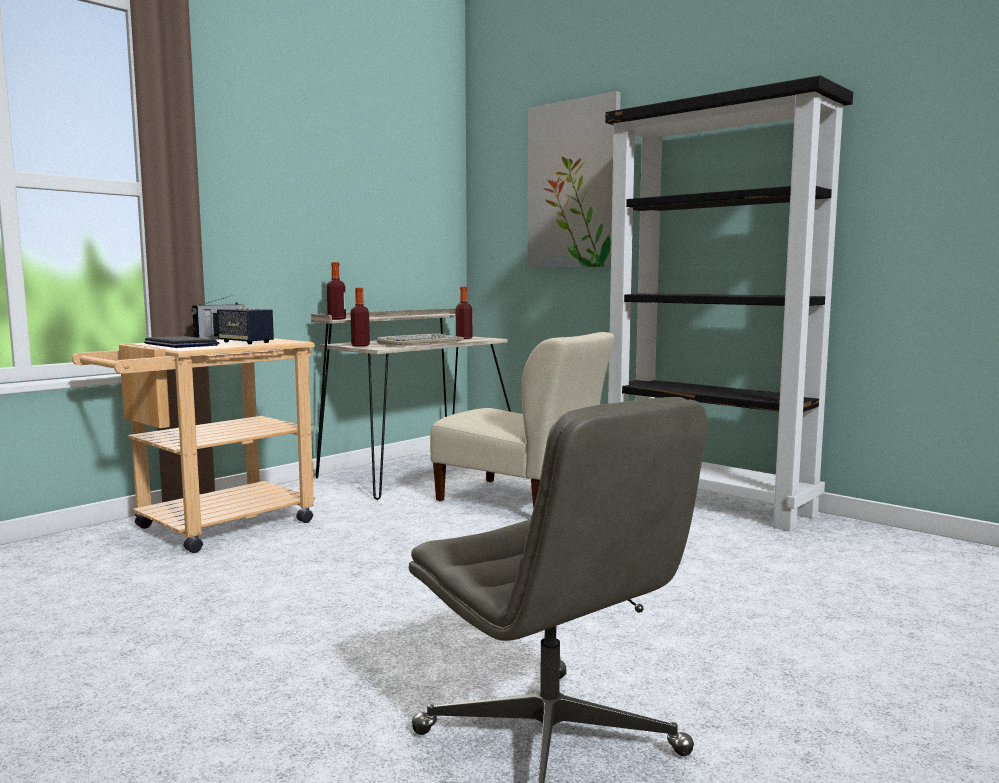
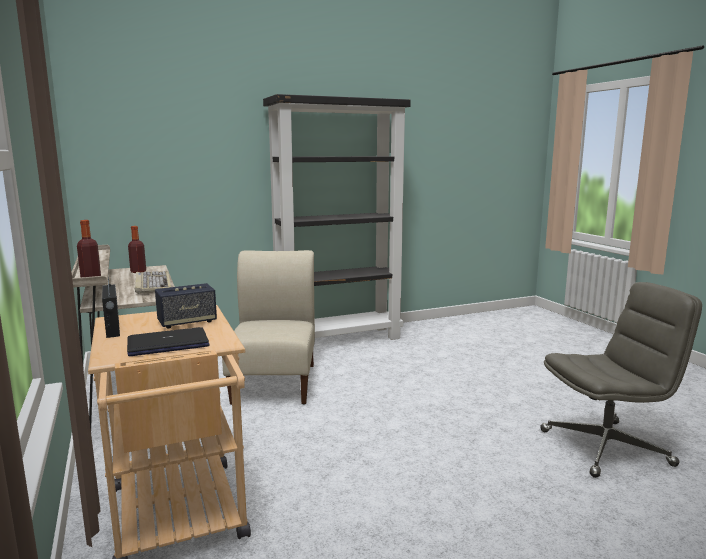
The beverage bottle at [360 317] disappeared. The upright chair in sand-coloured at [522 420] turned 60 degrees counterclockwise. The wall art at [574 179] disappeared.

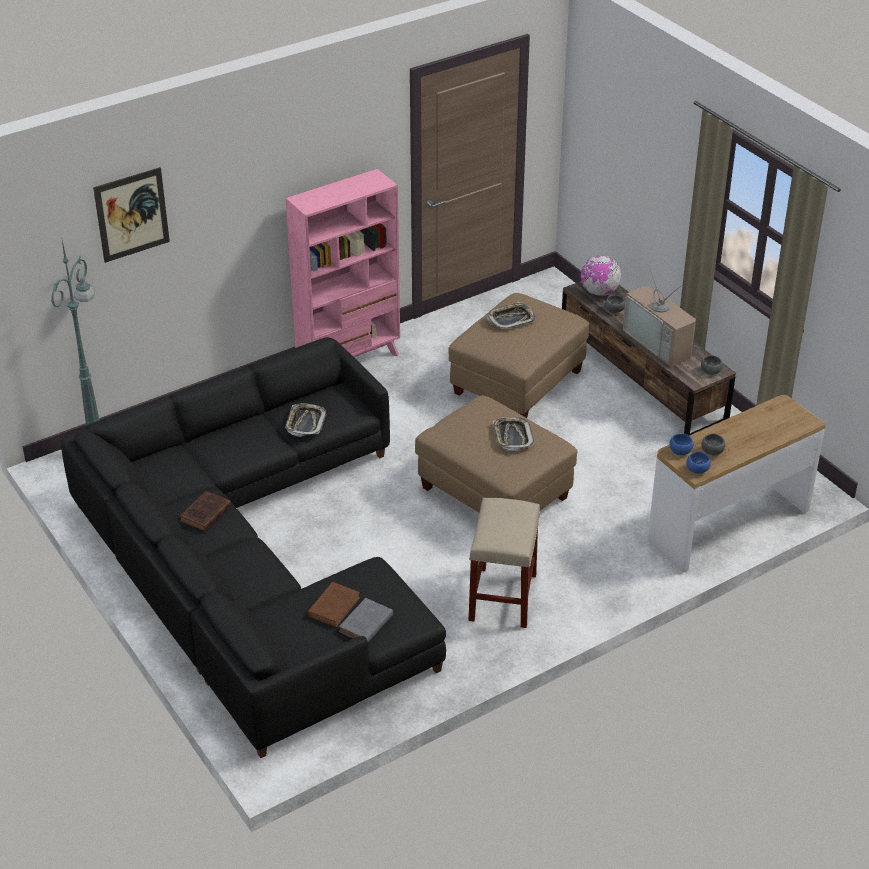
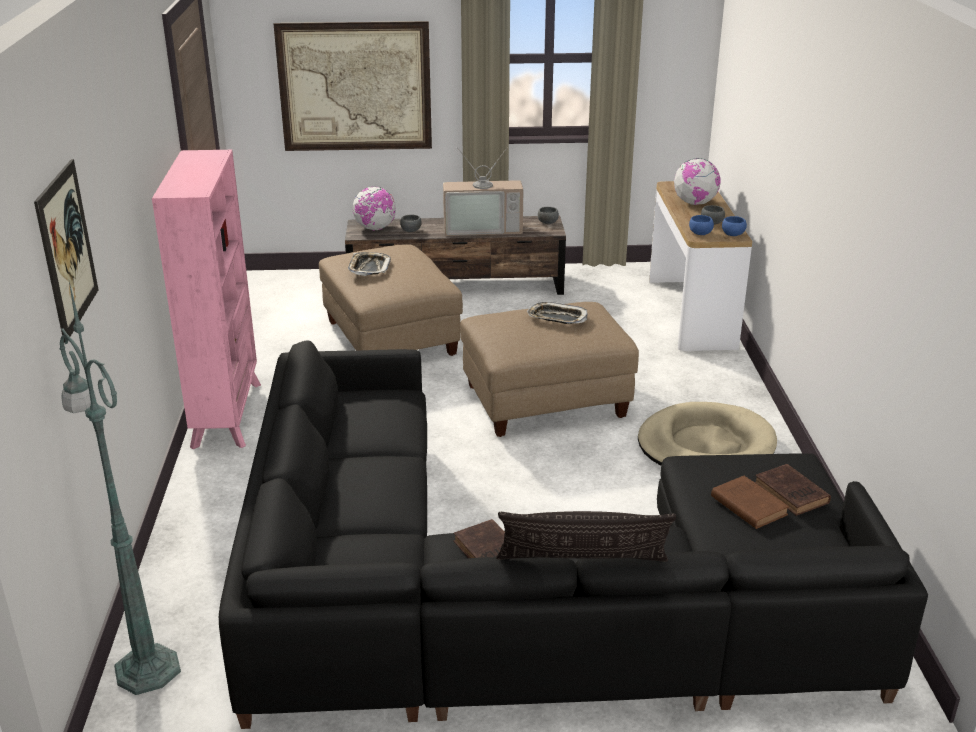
The serving tray at [305 420] disappeared. The bound book in gray at [366 620] became the bound book in brown-coloured at [793 490]. The stool in sand-coloured at [504 563] was replaced by the dog cushion in sand-coloured at [707 433]. The wall art at [353 86] appeared. The throw pillow at [586 536] appeared. The world globe at [697 181] appeared.

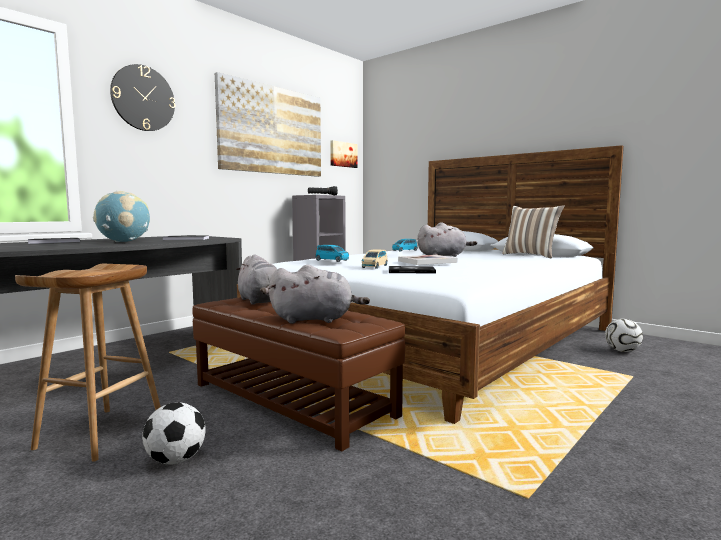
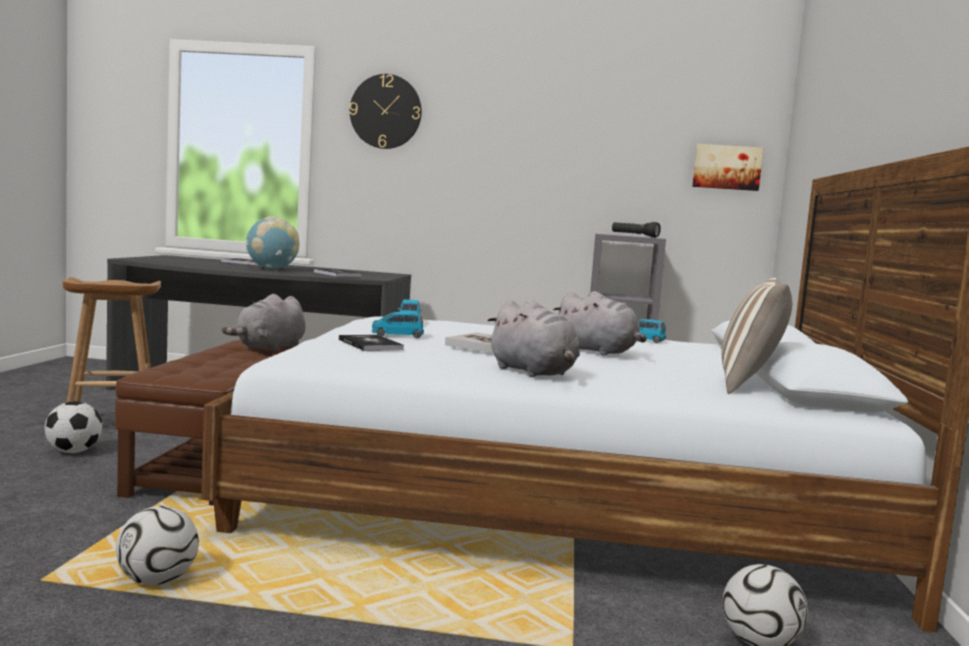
The wall art at [268 124] disappeared. The cuddly toy in gray moved from [319 294] to [533 338]. The miniature car in sand-coloured at [375 259] became the miniature car in bluish at [398 325]. The football ball at [157 545] appeared.

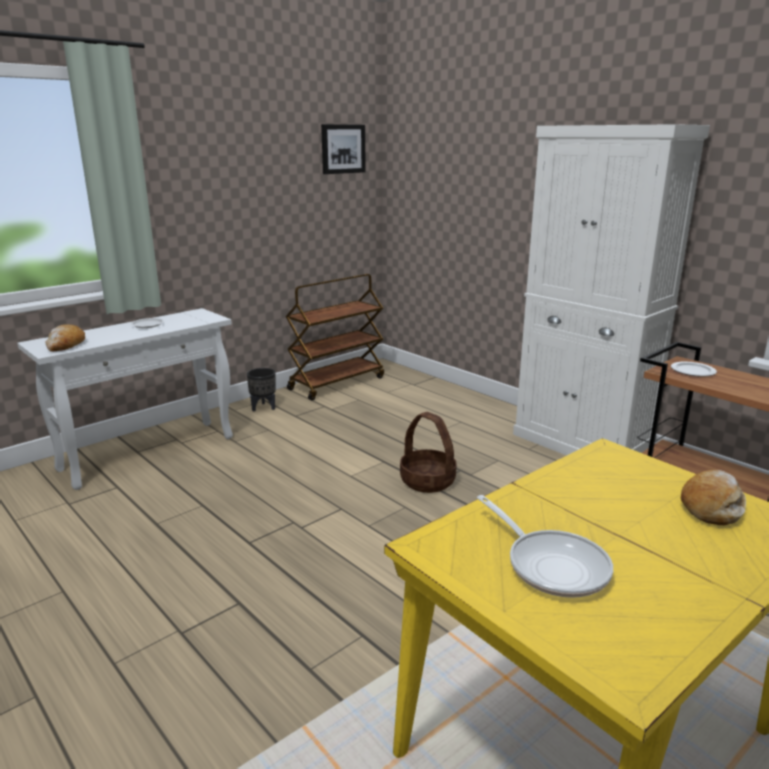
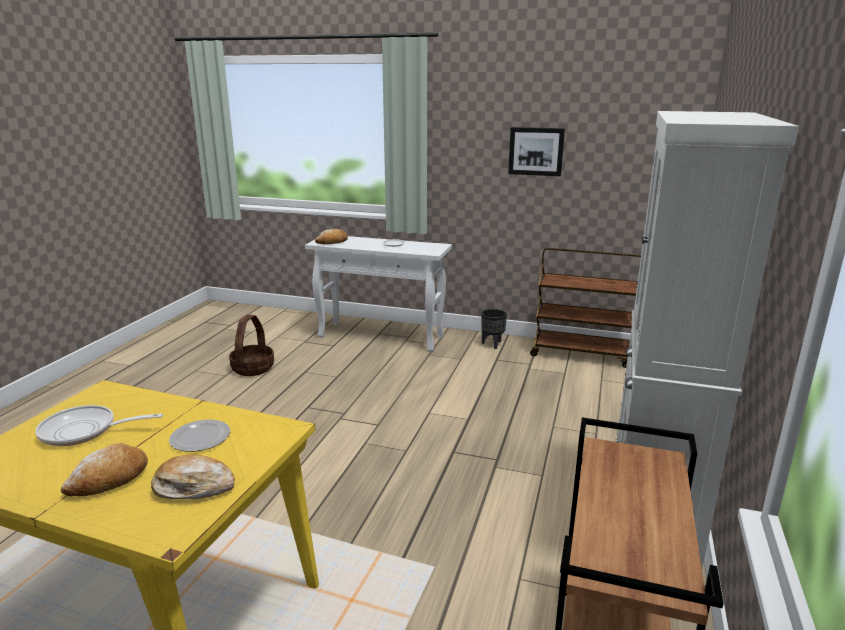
The wall art moved from [343 149] to [536 151]. The household basket moved from [428 452] to [251 345]. The skillet at [545 546] turned 60 degrees clockwise. The flat dish moved from [694 369] to [199 435]. The bread at [104 469] appeared.

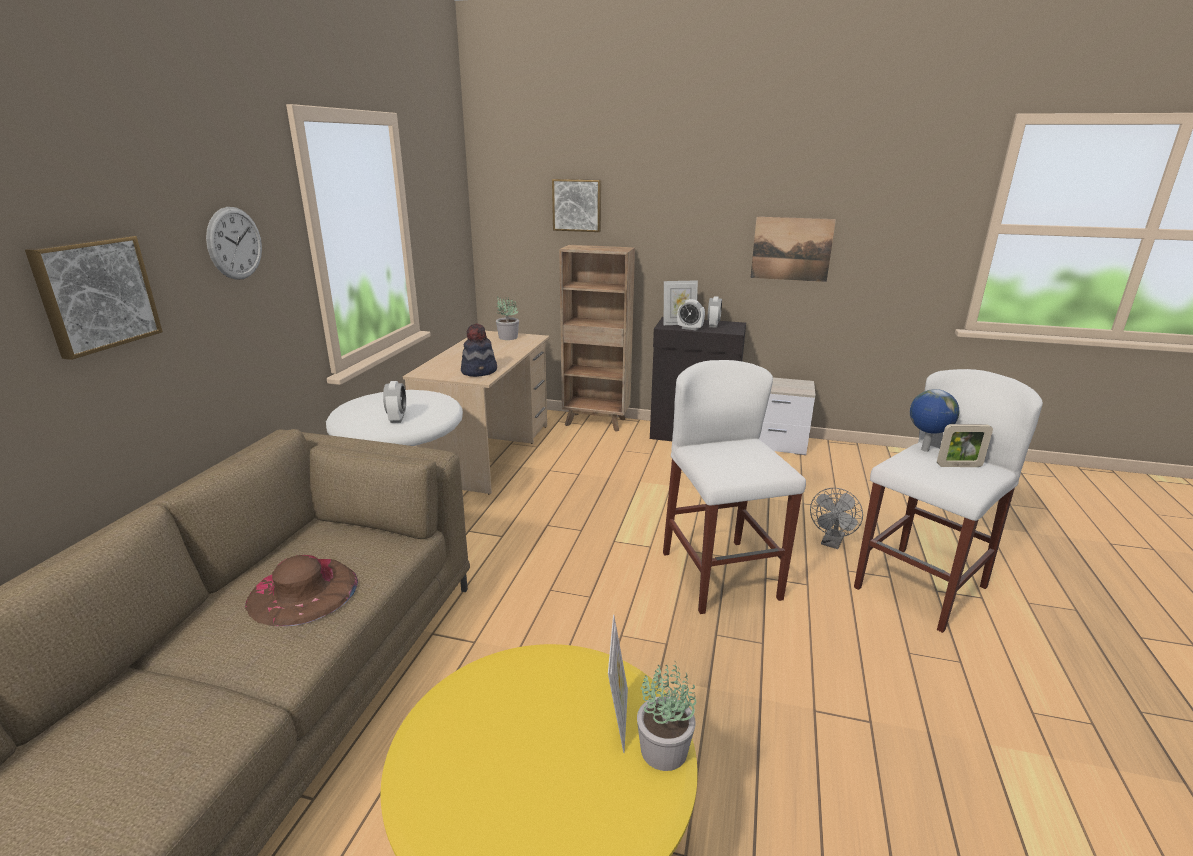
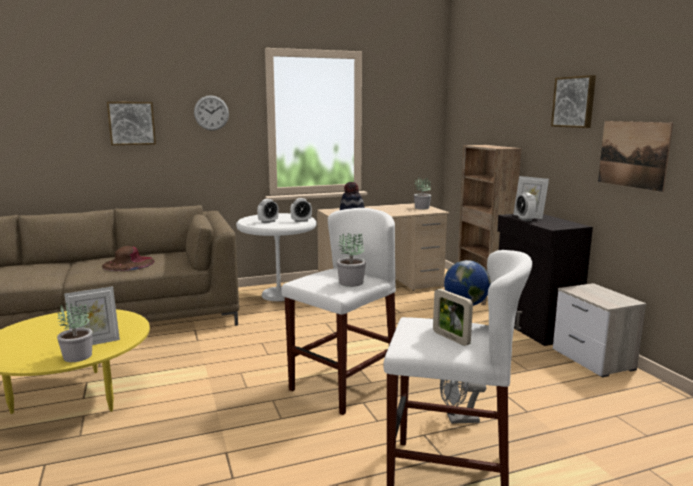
The wall art moved from [576 205] to [573 101]. The bedside clock moved from [715 312] to [301 210]. The potted plant at [351 260] appeared.

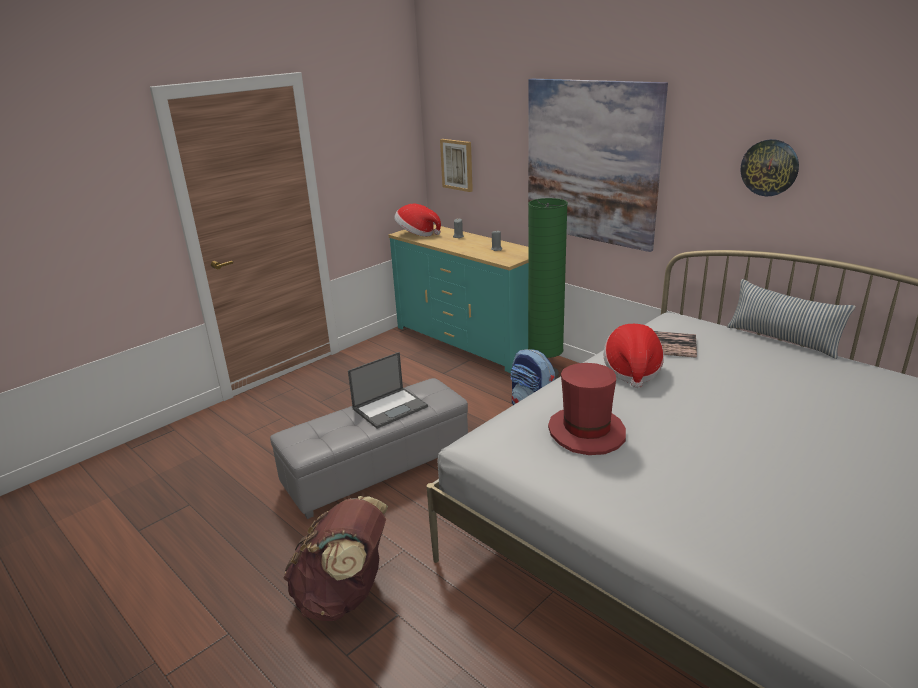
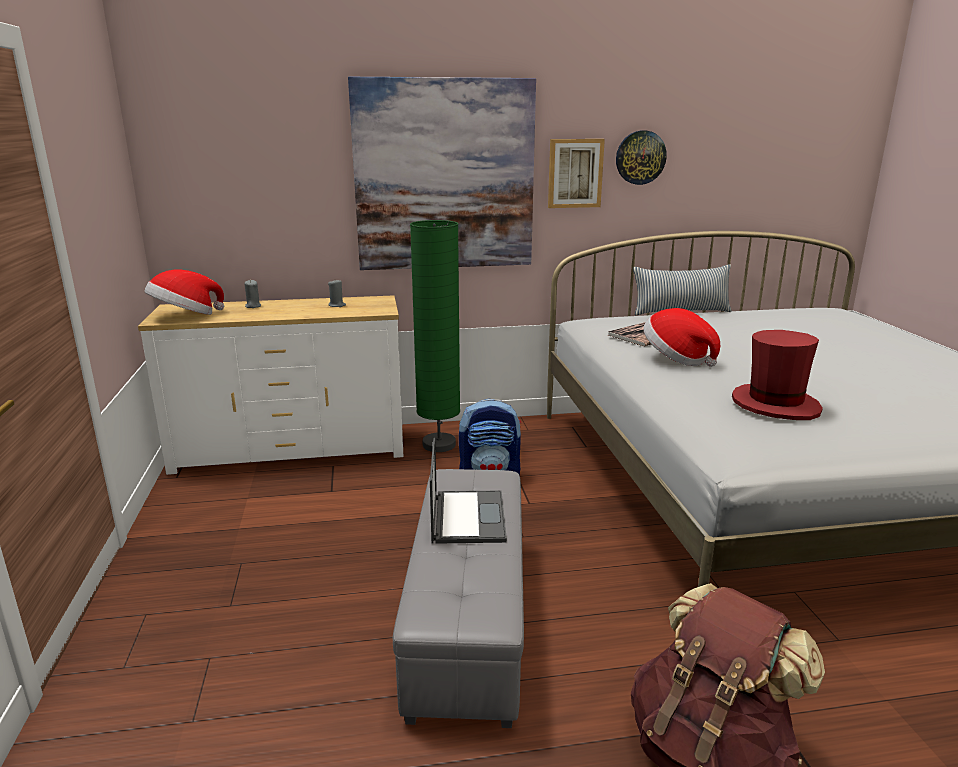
The dresser in turquoise-coloured at [458 298] became the dresser in whitish at [271 385]. The wall art moved from [456 165] to [576 173].

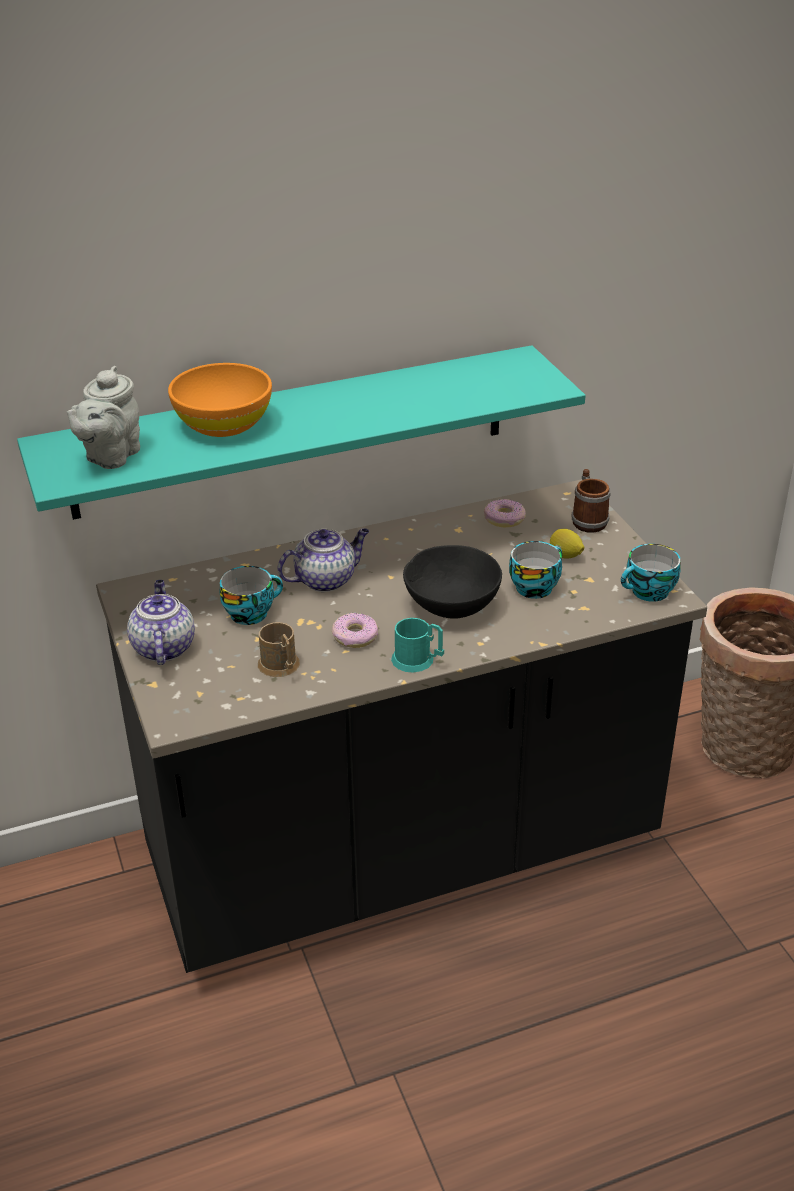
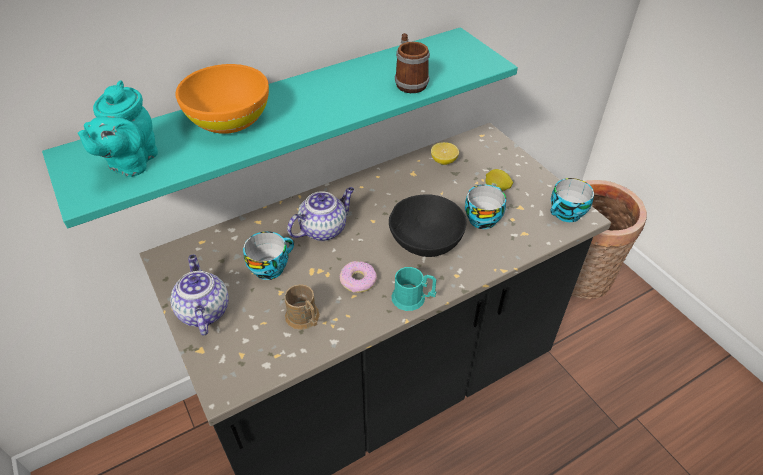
The pot for tea in gray at [103 417] became the pot for tea in turquoise-coloured at [118 128]. The ring doughnut at [505 513] was replaced by the lemon at [445 153]. The coffee mug moved from [591 501] to [412 63].

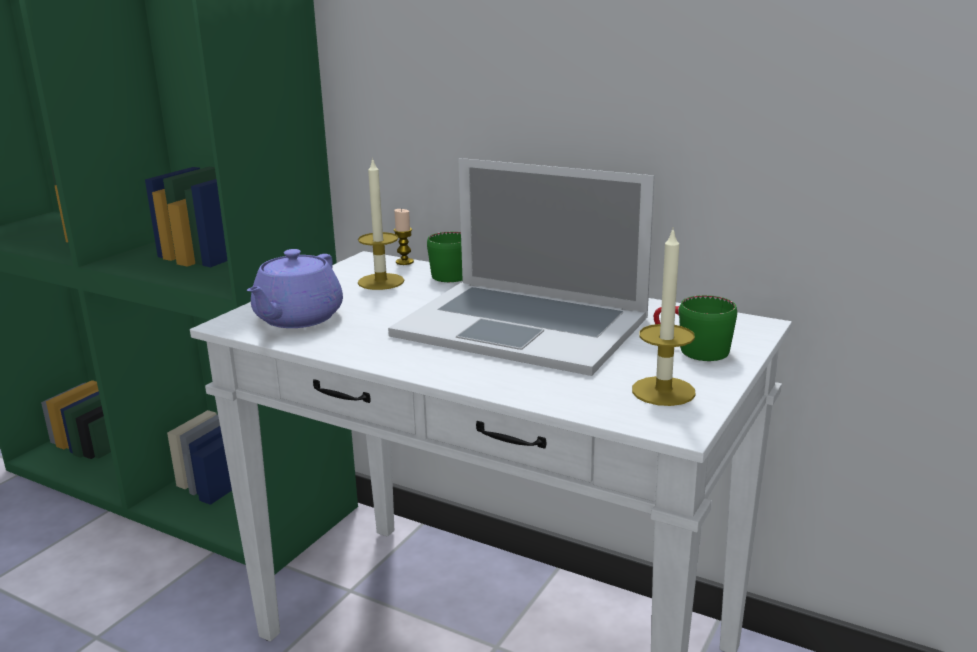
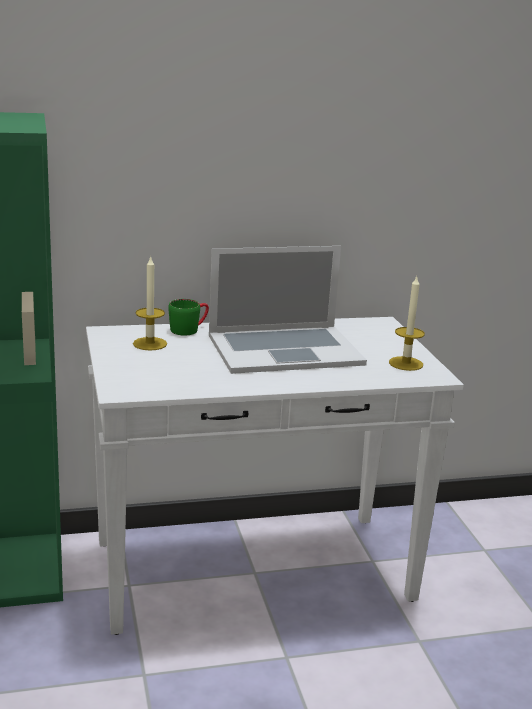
The pot for tea in purple-coloured at [295 288] disappeared. The wax light at [404 237] disappeared. The coffee mug in greenish at [695 328] disappeared.

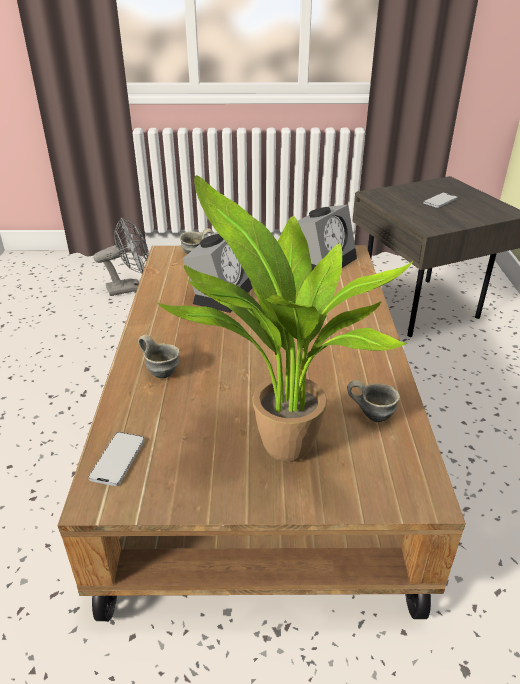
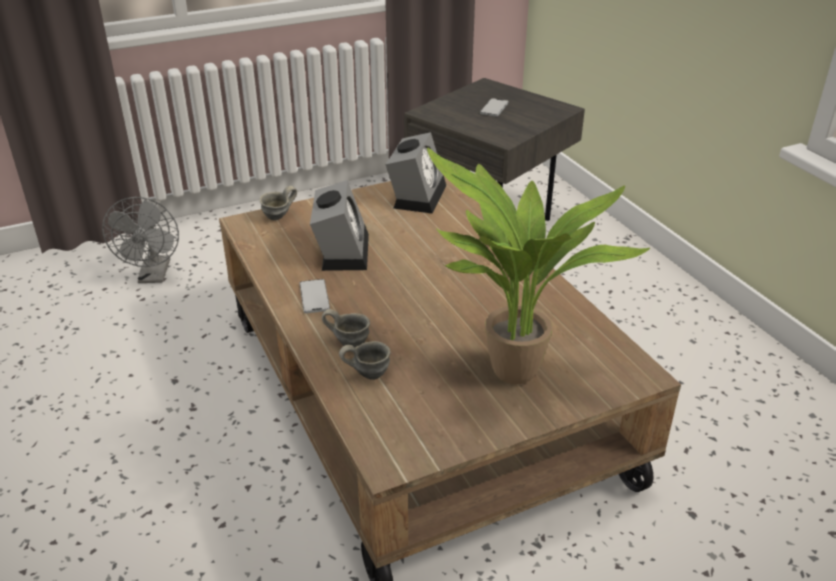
The telephone moved from [116 459] to [315 296]. The electric fan in gray at [121 257] turned 135 degrees clockwise. The coffee mug in gray moved from [373 401] to [365 360].

